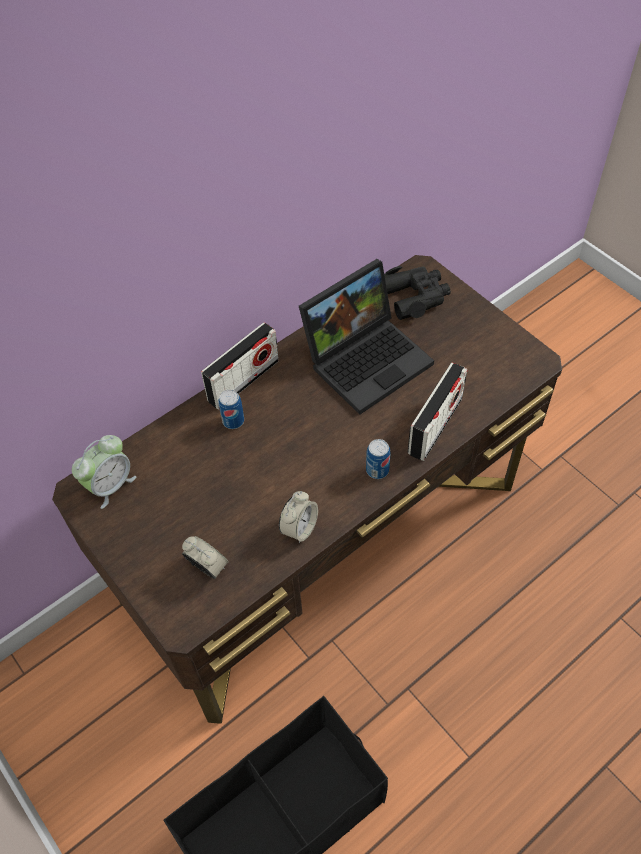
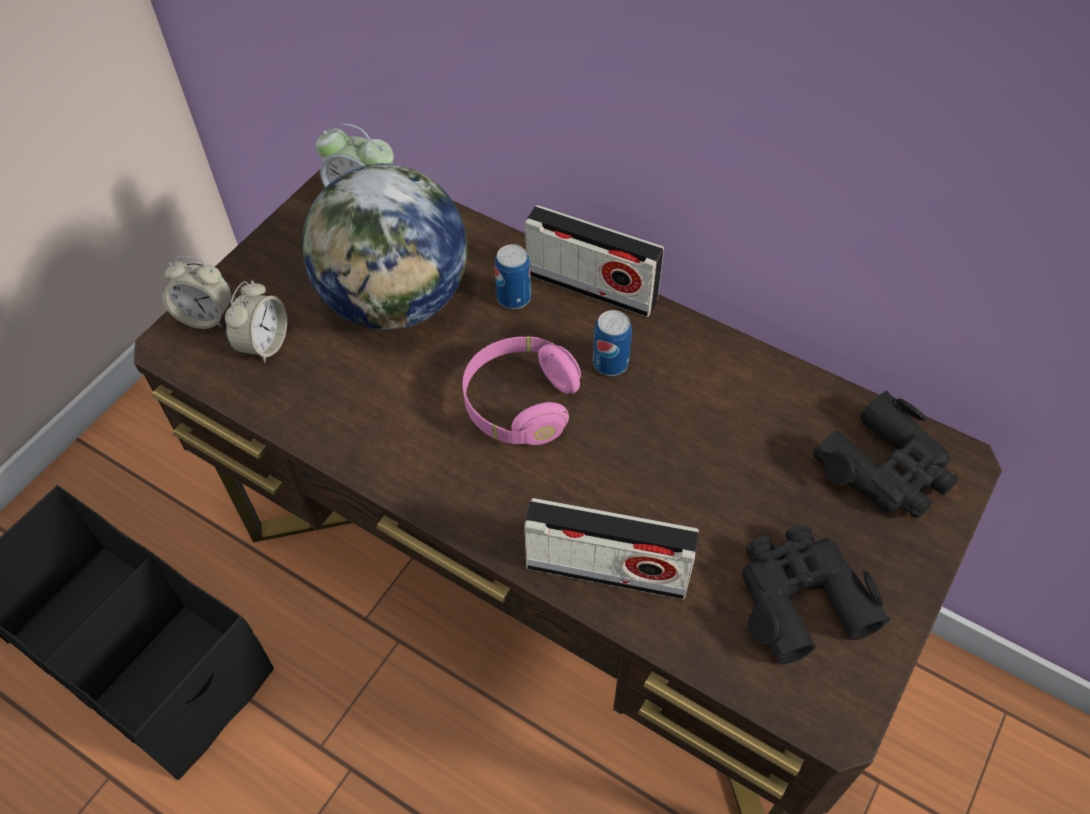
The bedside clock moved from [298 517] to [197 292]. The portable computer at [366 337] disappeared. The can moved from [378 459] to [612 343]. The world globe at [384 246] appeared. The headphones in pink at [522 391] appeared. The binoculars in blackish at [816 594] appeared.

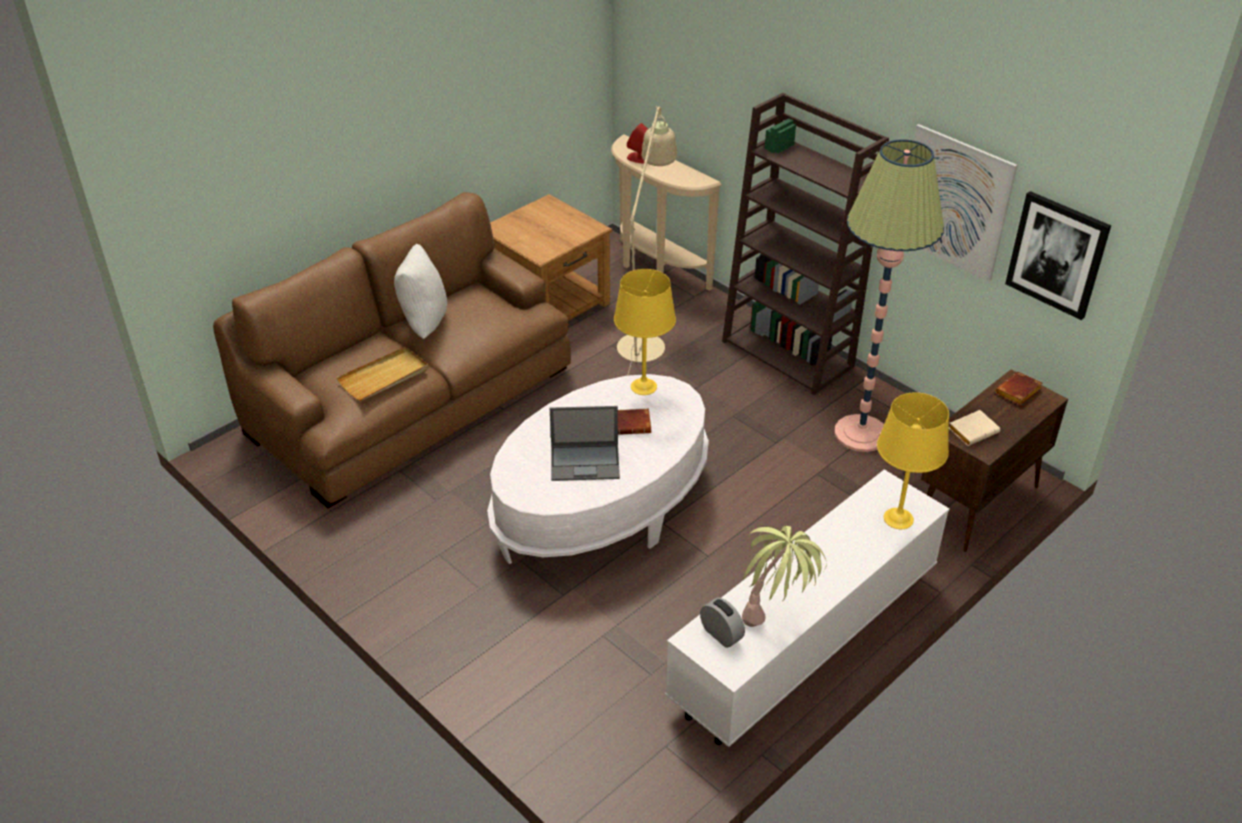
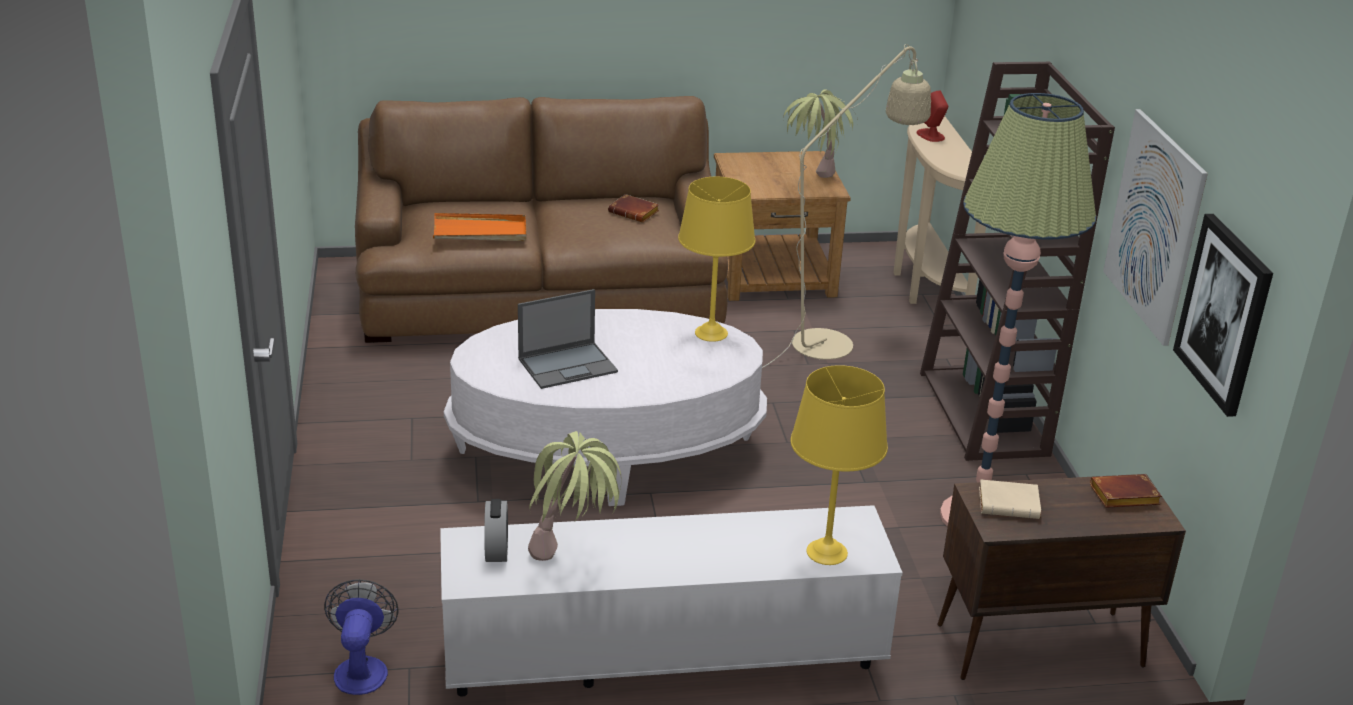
The serving tray in sand-coloured at [382 374] became the serving tray in orange at [479 227]. The throw pillow in whitish at [420 291] disappeared. The portable computer at [585 443] turned 60 degrees counterclockwise. The bound book in brown-coloured moved from [634 422] to [633 208]. The electric fan at [361 637] appeared. The potted plant at [820 133] appeared.

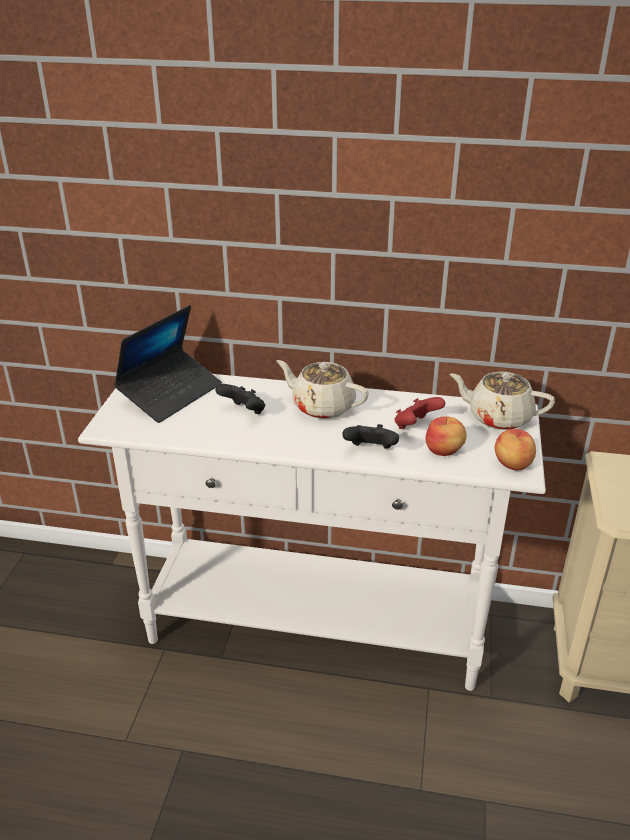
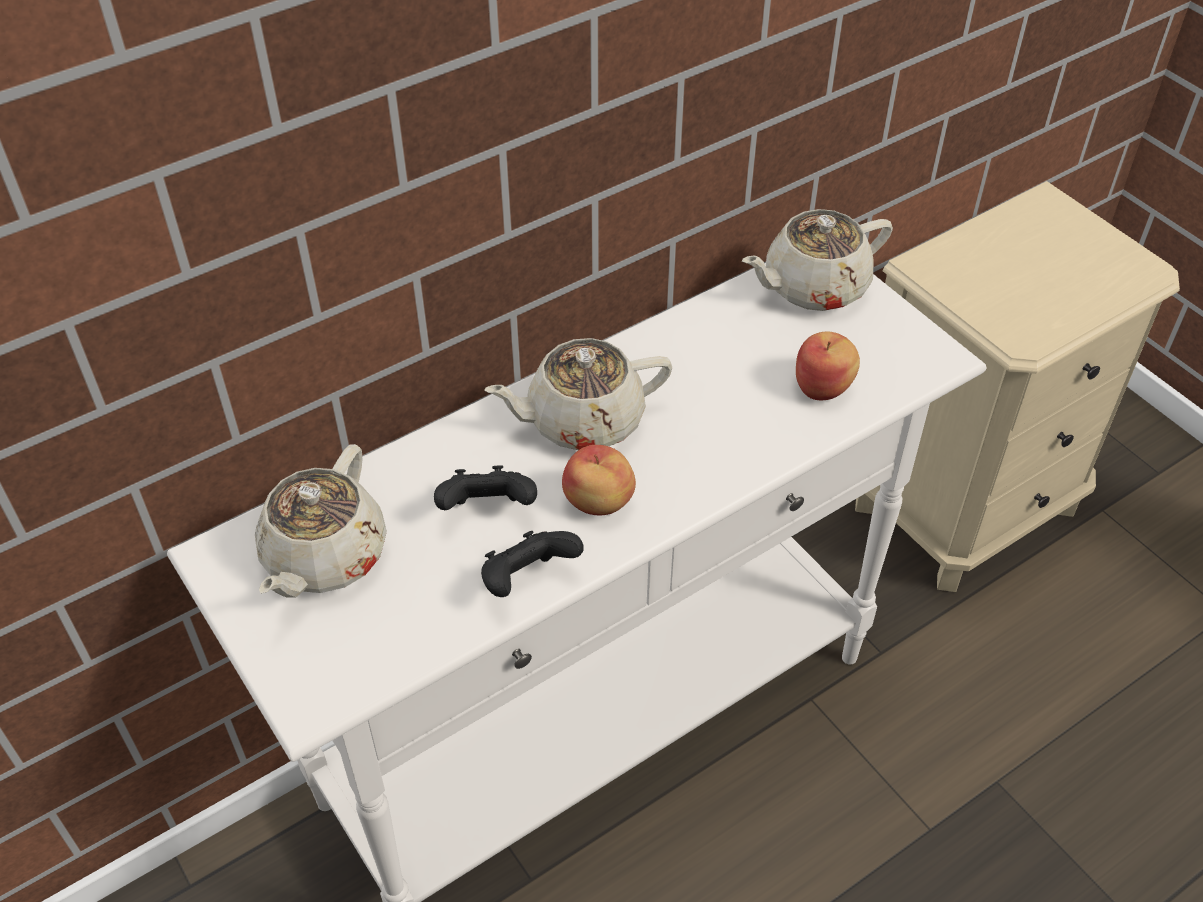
The portable computer at [168 364] was replaced by the pot for tea in sand-coloured at [321 520]. The joypad in blackish moved from [370 436] to [532 564]. The joypad in reddish at [419 413] disappeared. The apple fruit moved from [515 450] to [599 480].

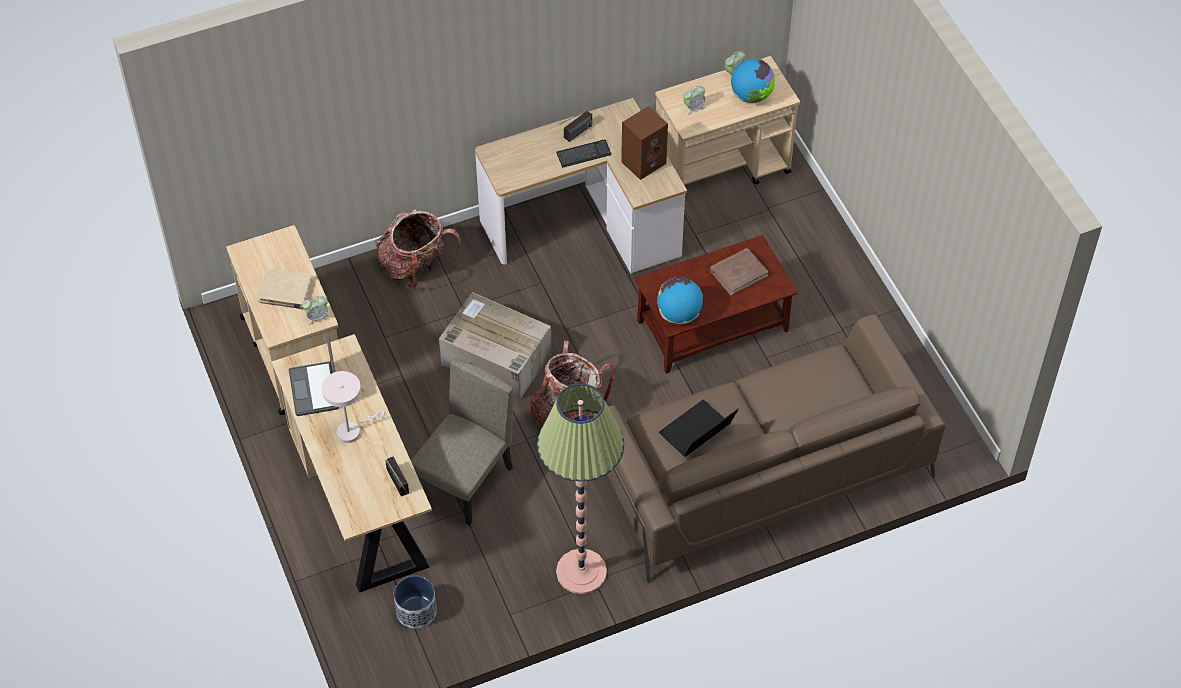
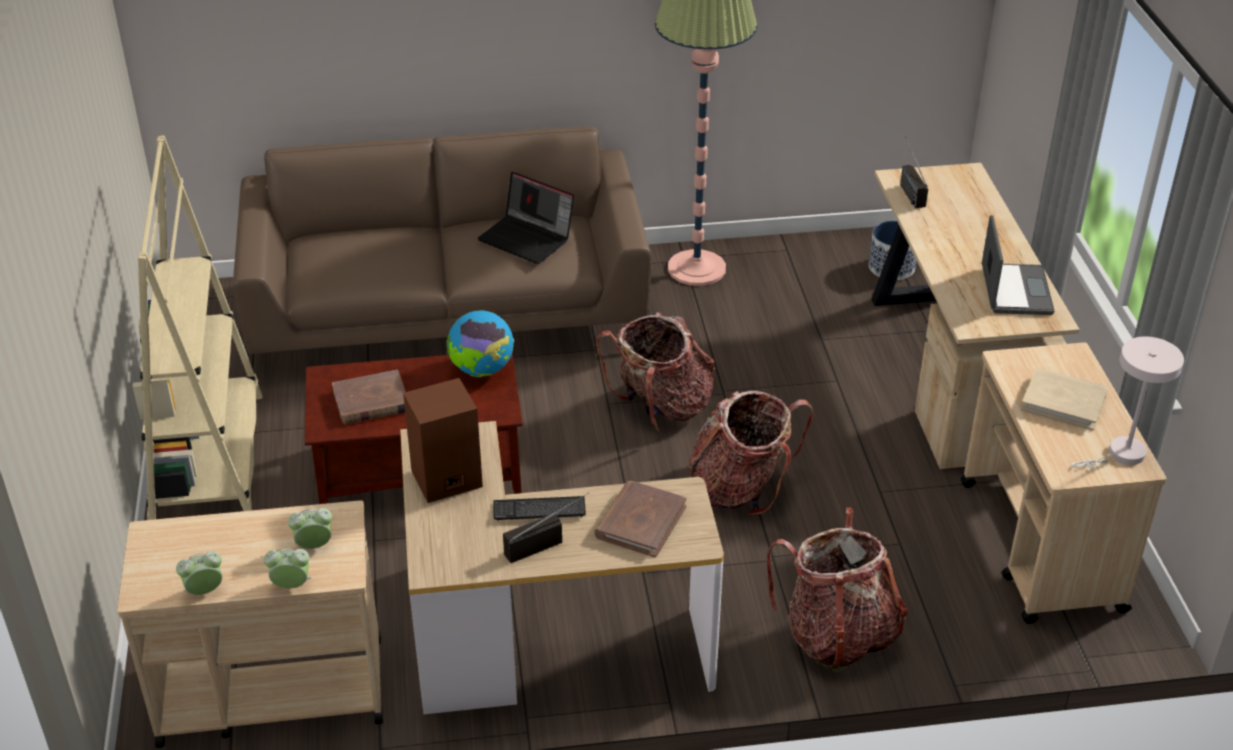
The bedside clock moved from [315 310] to [287 568]. The lamp for a table in whitish moved from [353 407] to [1127 403]. The upright chair in sand-coloured at [462 442] disappeared. The carton at [495 346] was replaced by the backpack at [751 453]. The portable computer at [699 428] turned 60 degrees clockwise. The world globe at [753 81] disappeared. The shelving unit in sand-coloured at [198 327] appeared. The bound book in brown-coloured at [640 519] appeared.

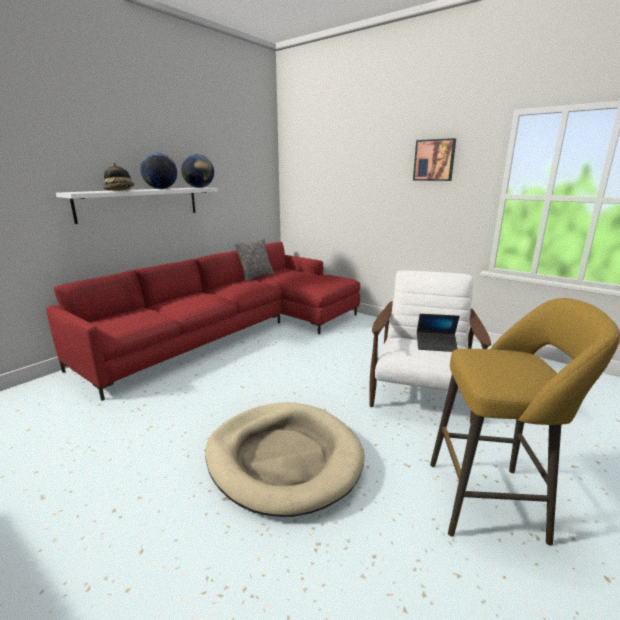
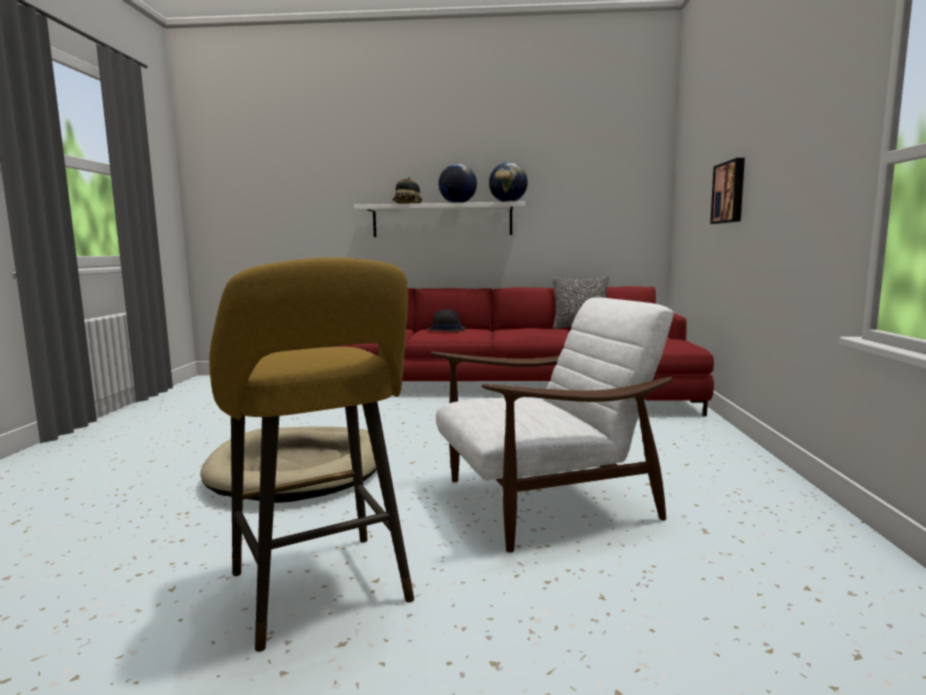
The wall art moved from [434 159] to [727 191]. The portable computer at [438 333] disappeared. The clothing hat in blackish at [447 320] appeared.

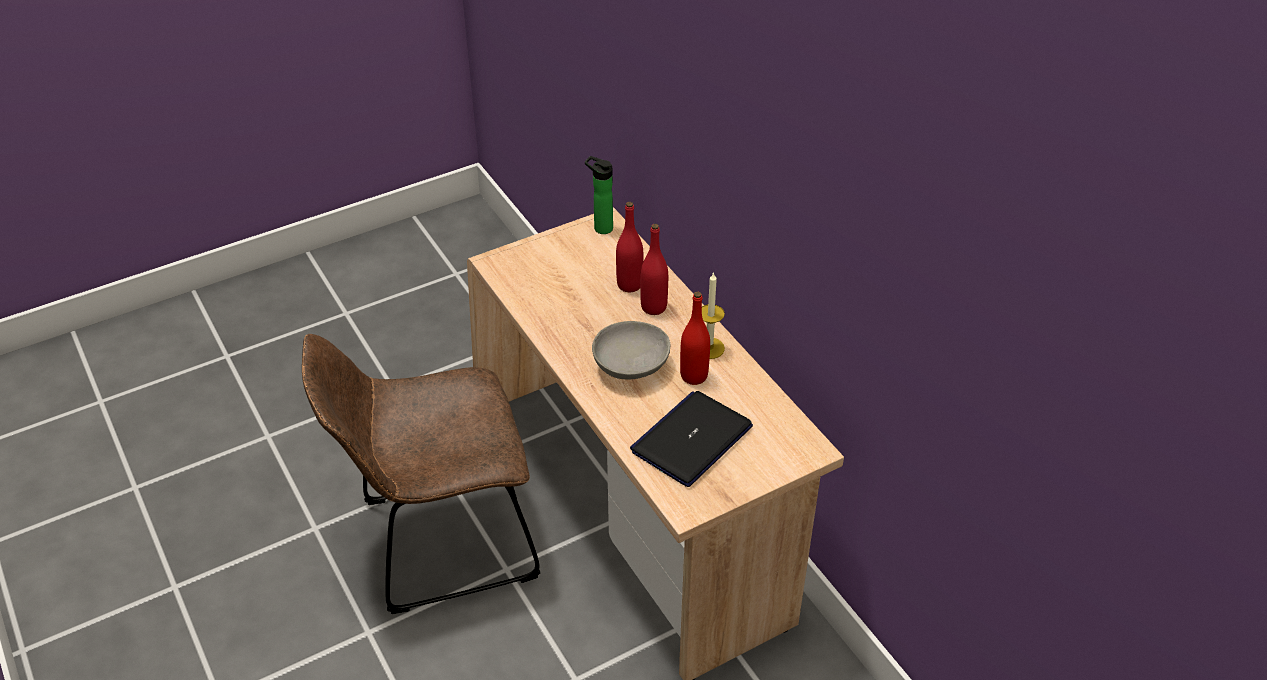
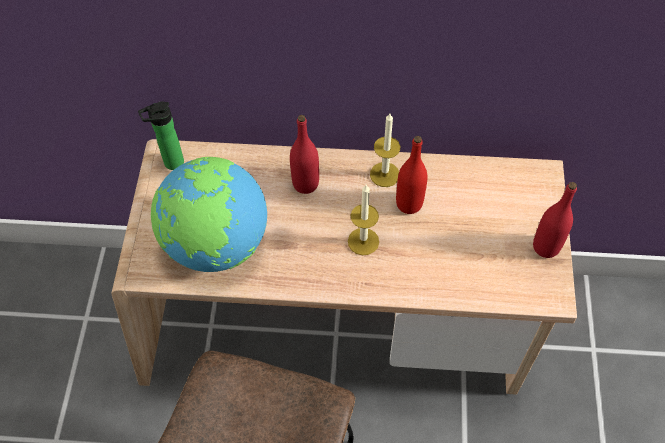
The deep dish in gray at [631 350] was replaced by the wax light at [363 220]. The beverage bottle in reddish moved from [629 247] to [555 220]. The portable computer at [691 439] disappeared. The world globe at [209 214] appeared.

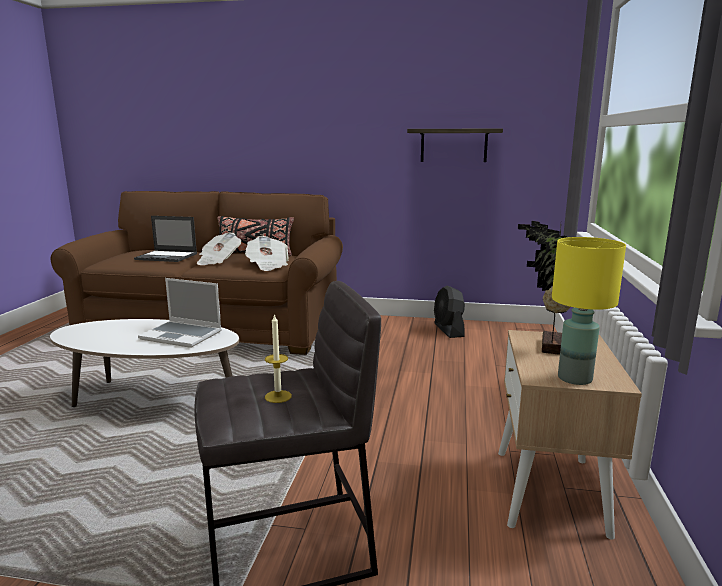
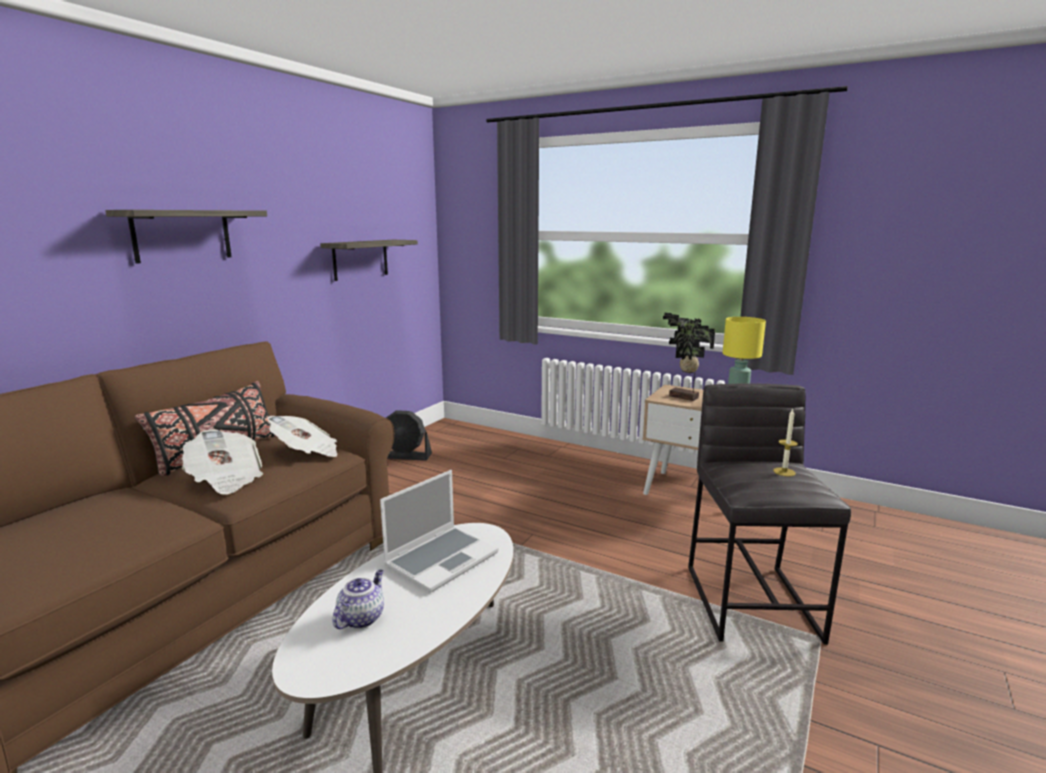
The portable computer at [165 239] disappeared. The shelf at [186 237] appeared. The pot for tea at [358 599] appeared.

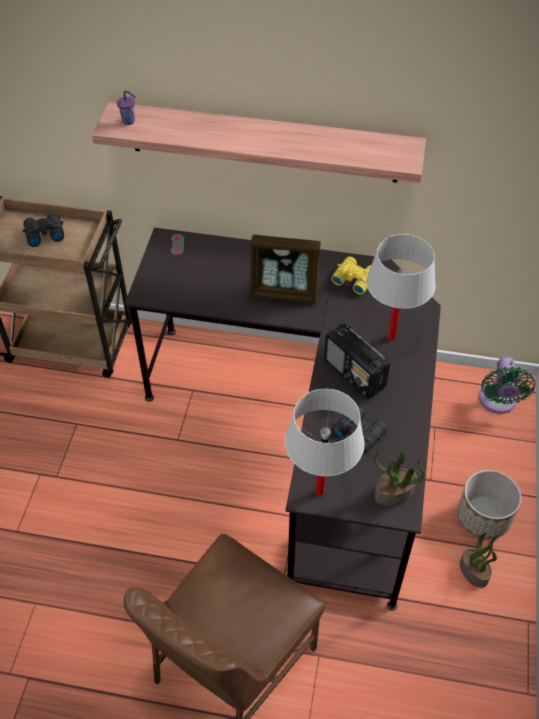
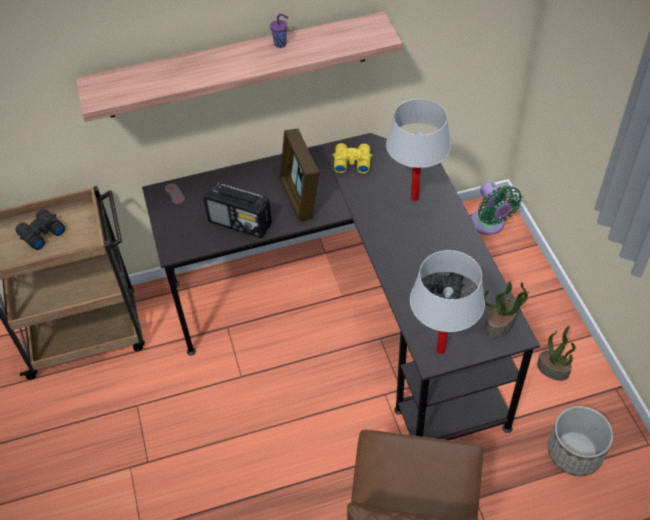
The cup in purple-coloured moved from [126 107] to [279 31]. The picture frame at [285 269] turned 90 degrees clockwise. The radio moved from [357 361] to [238 210]. The flower pot moved from [489 504] to [580 441].

